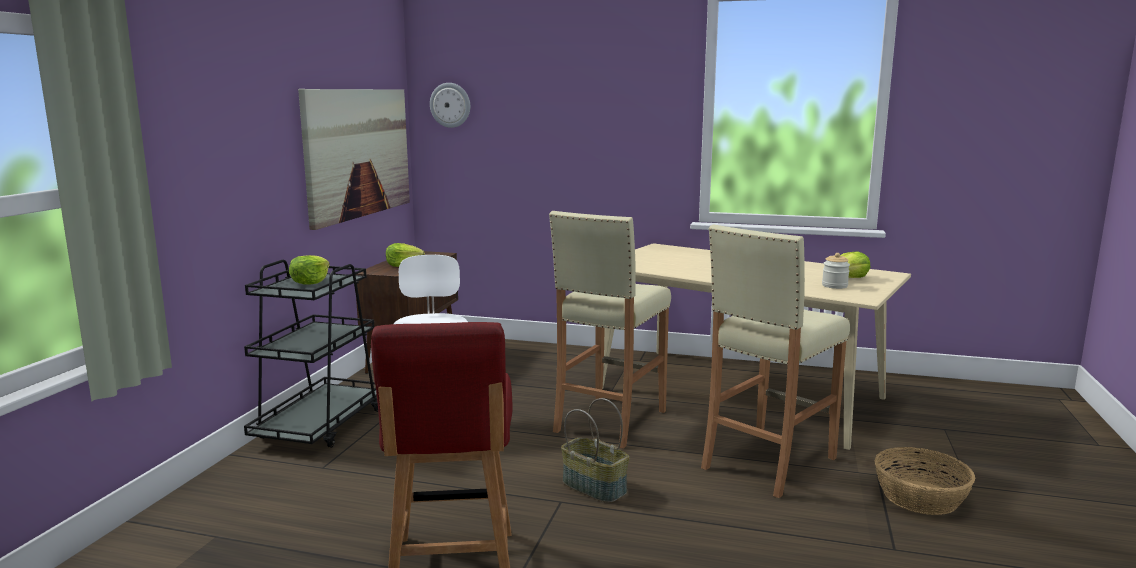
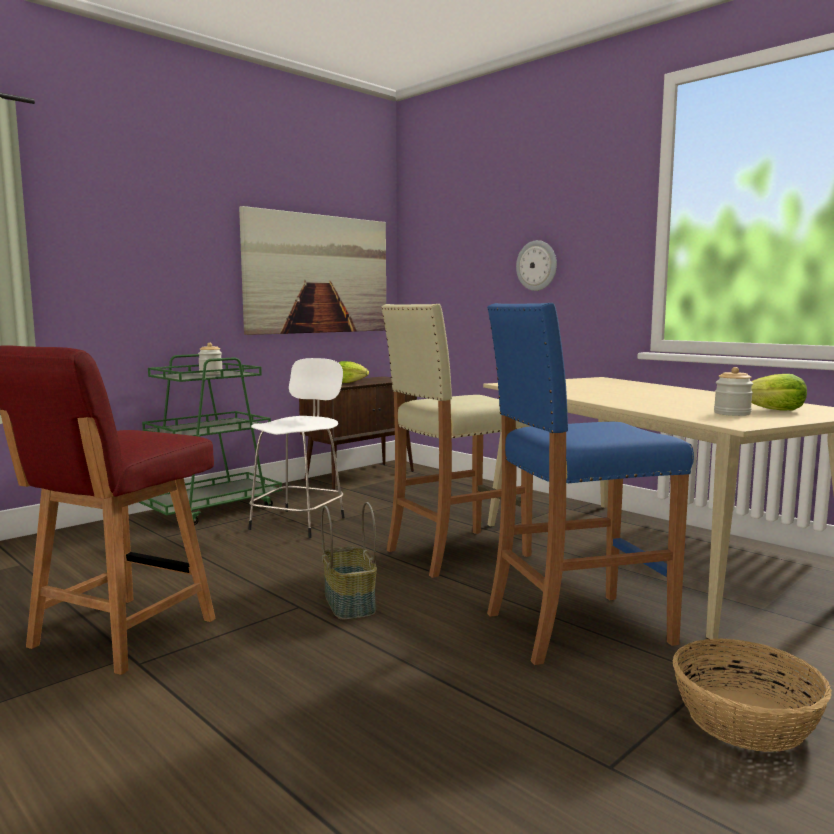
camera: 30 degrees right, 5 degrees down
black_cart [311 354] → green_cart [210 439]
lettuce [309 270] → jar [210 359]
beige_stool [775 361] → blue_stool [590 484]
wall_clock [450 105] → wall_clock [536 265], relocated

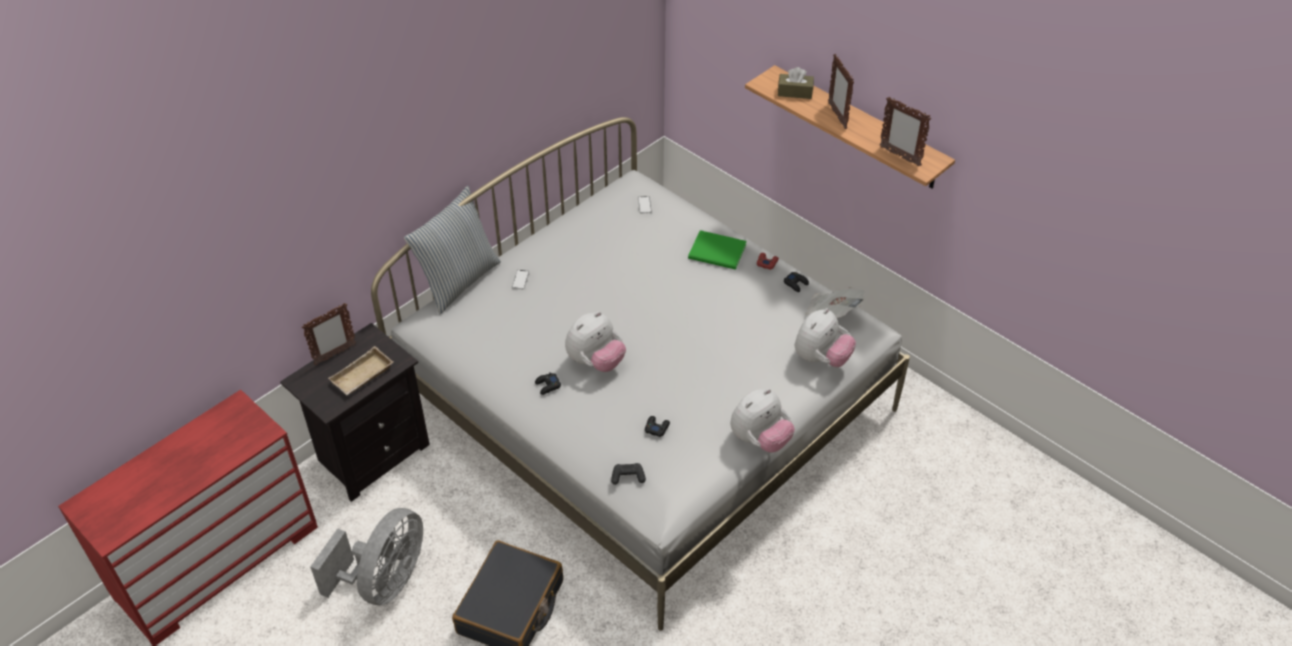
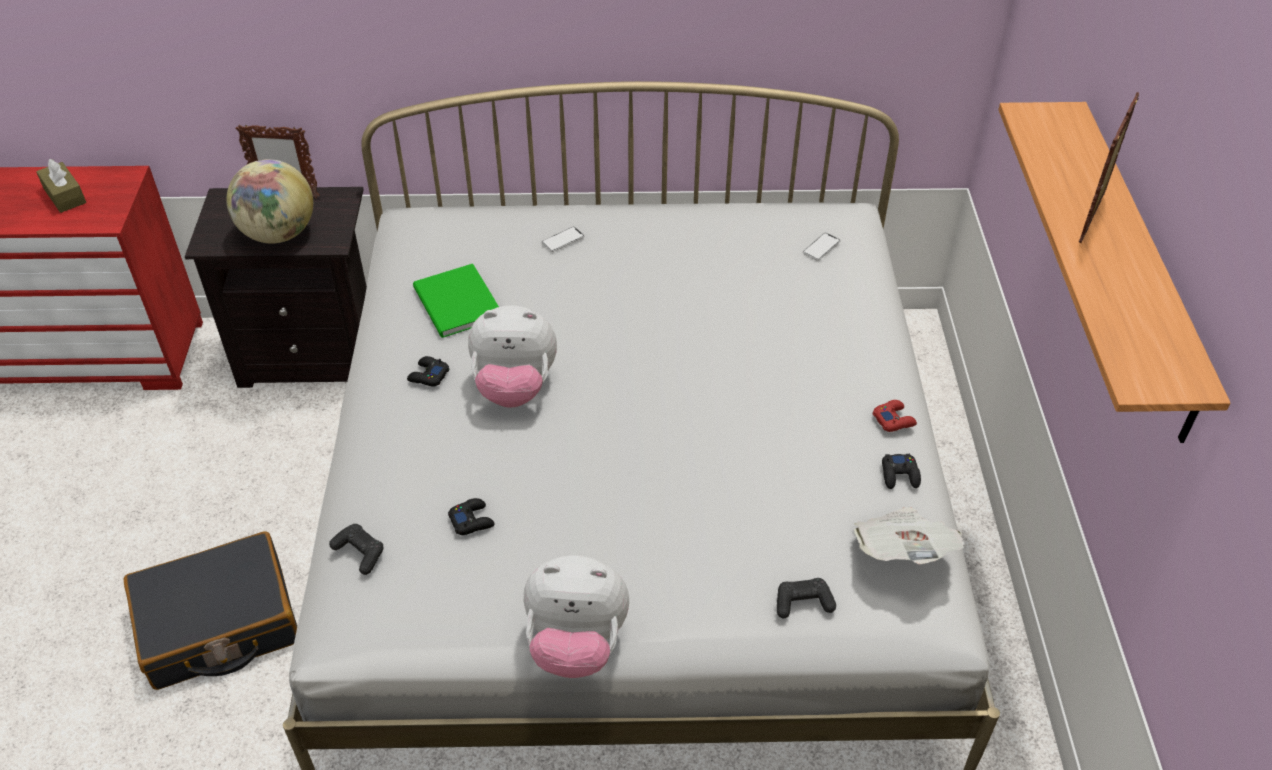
camera: 45 degrees right, 0 degrees up
brown_tissue_box [796 83] → brown_tissue_box [61 186], relocated
beige_tray [360 370] → globe [269 201]
green_book [717 250] → green_book [456 301], relocated
plush_toy [825 337] → black_game_controller [806 598]
grey_fan [366 556] → -
pillow [452 250] → -
picture_frame [905 131] → -

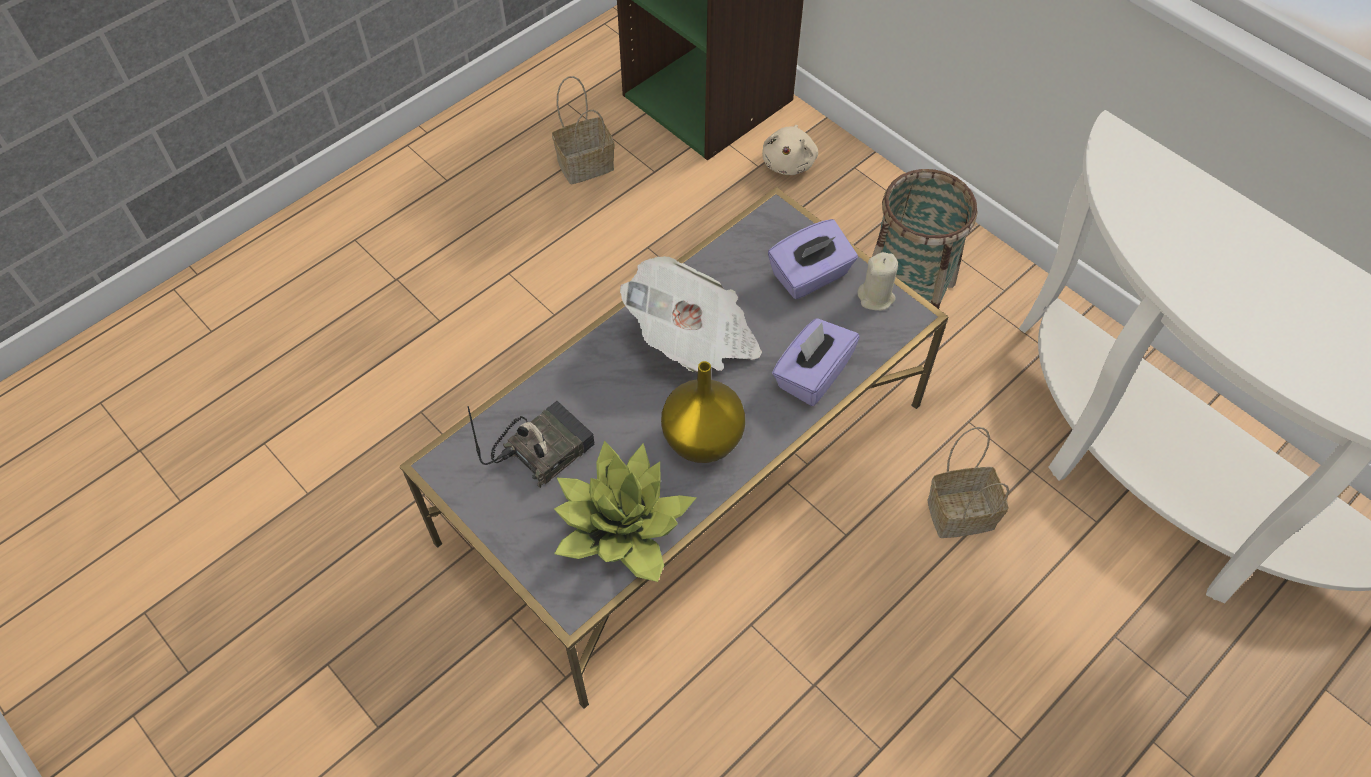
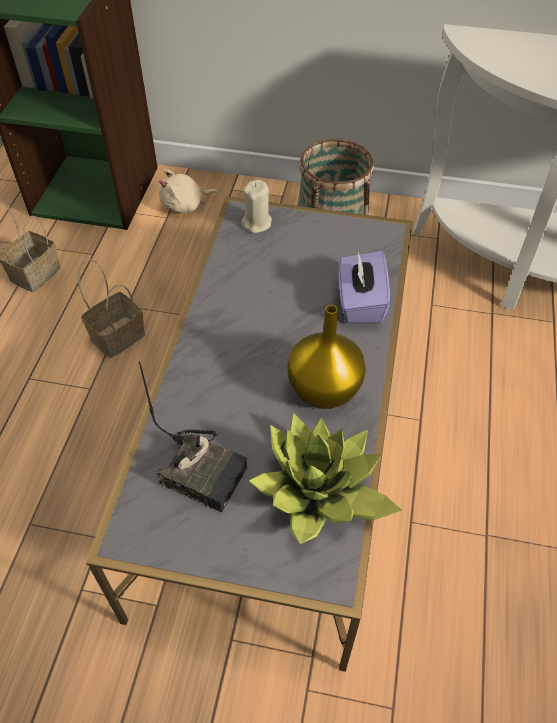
camera: 35 degrees left, 5 degrees down
basket [968 482] → basket [111 308], relocated
radio [531 444] → radio [193 436], 105 degrees clockwise
beige_plush_toy [790 150] → beige_plush_toy [188 191], 90 degrees clockwise
beige_candle [878 281] → beige_candle [256 206], relocated
newspaper [691 314] → -
purple_tissue_box [813 259] → -

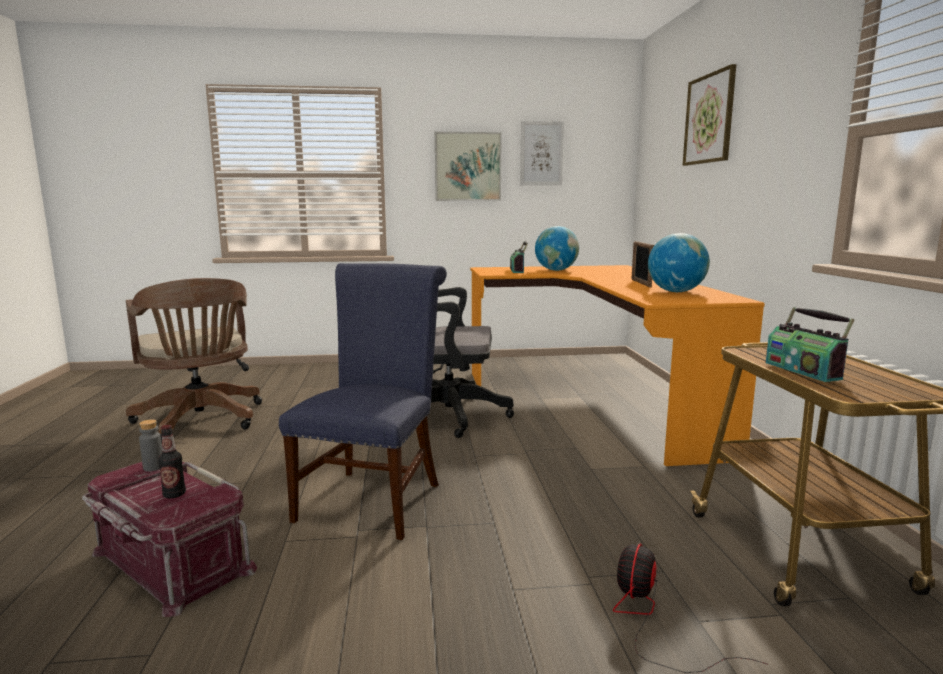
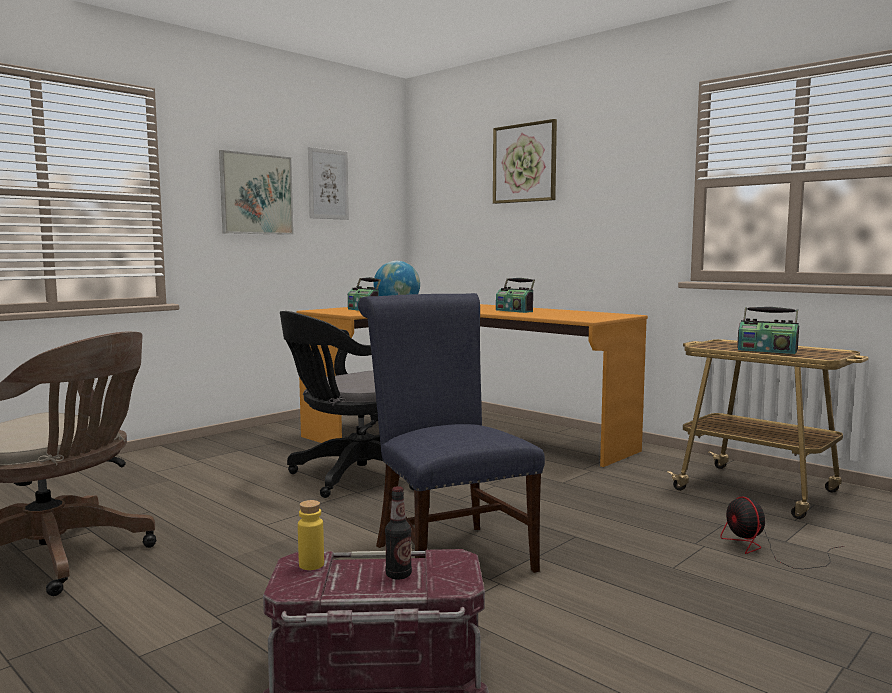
camera: 40 degrees left, 5 degrees down
grey_bottle [150 445] → yellow_bottle [311 535]
picture_frame [643 264] → radio [515 295]
globe [679 262] → -

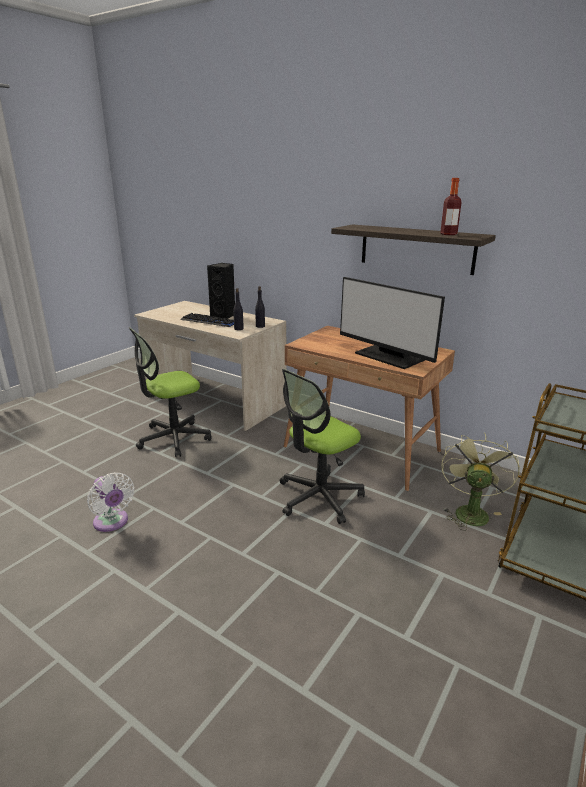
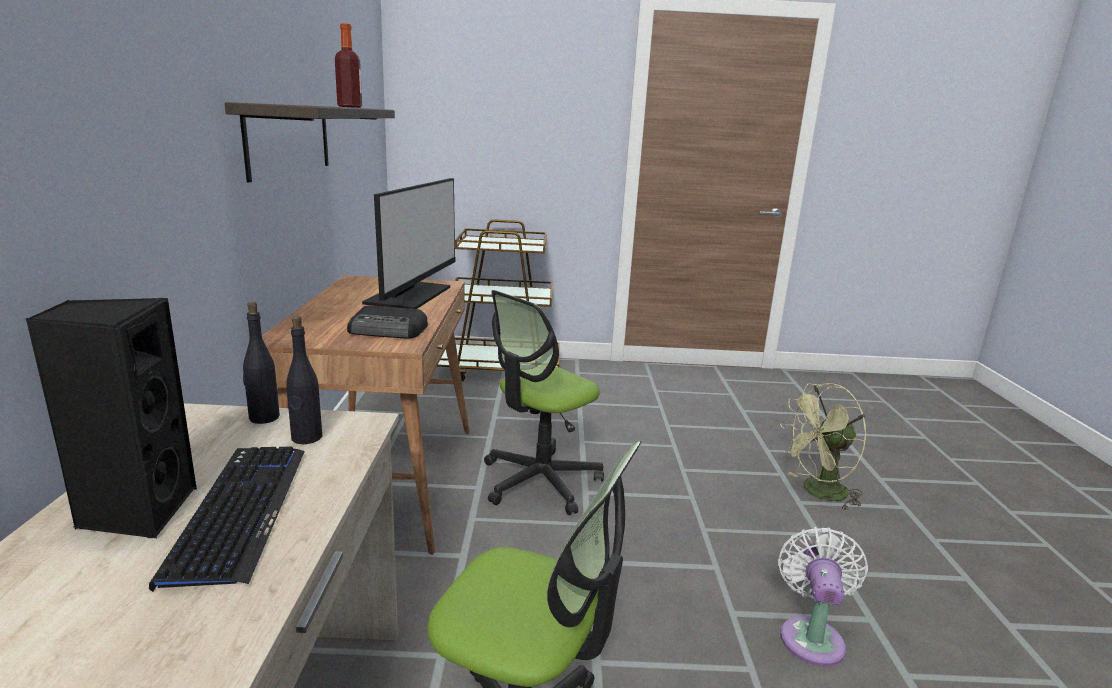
camera: 125 degrees left, 5 degrees down
- → radio [387 322]
office_chair [322 446] → office_chair [544 402], 120 degrees clockwise
green_fan [480 482] → green_fan [823 447], relocated

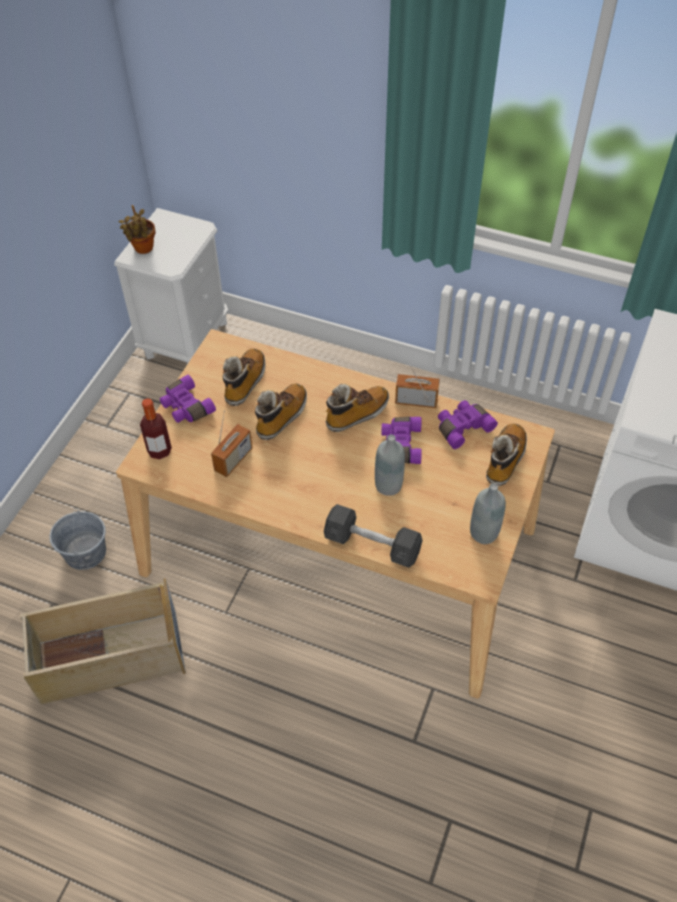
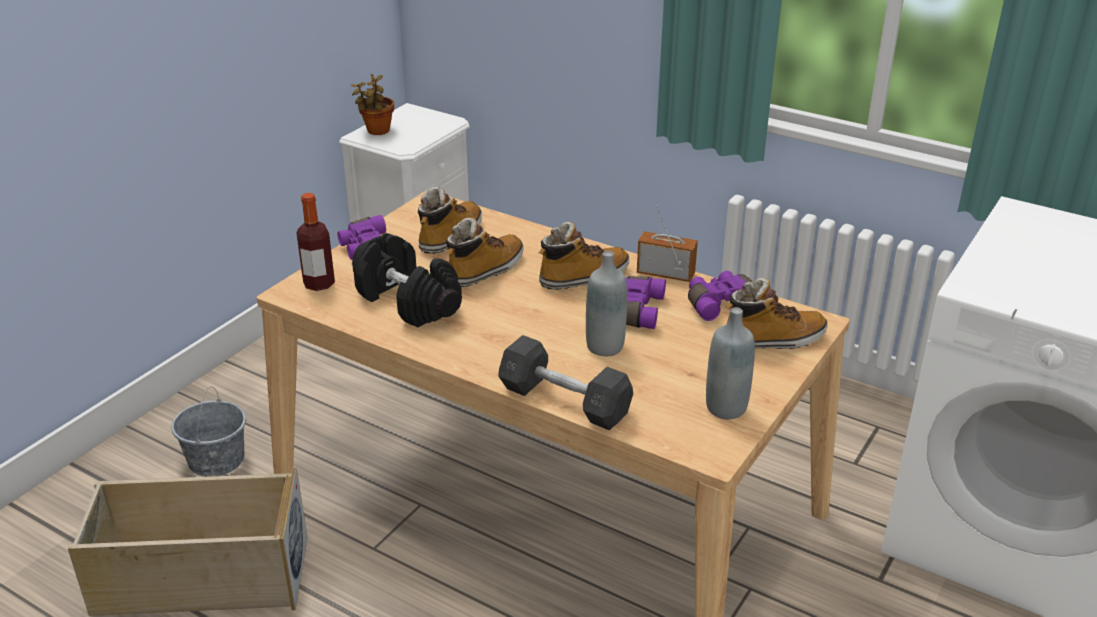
camera: 10 degrees right, 20 degrees down
radio [231 443] → black_dumbbell [407 280]
boot [506 454] → boot [776 313], 45 degrees clockwise

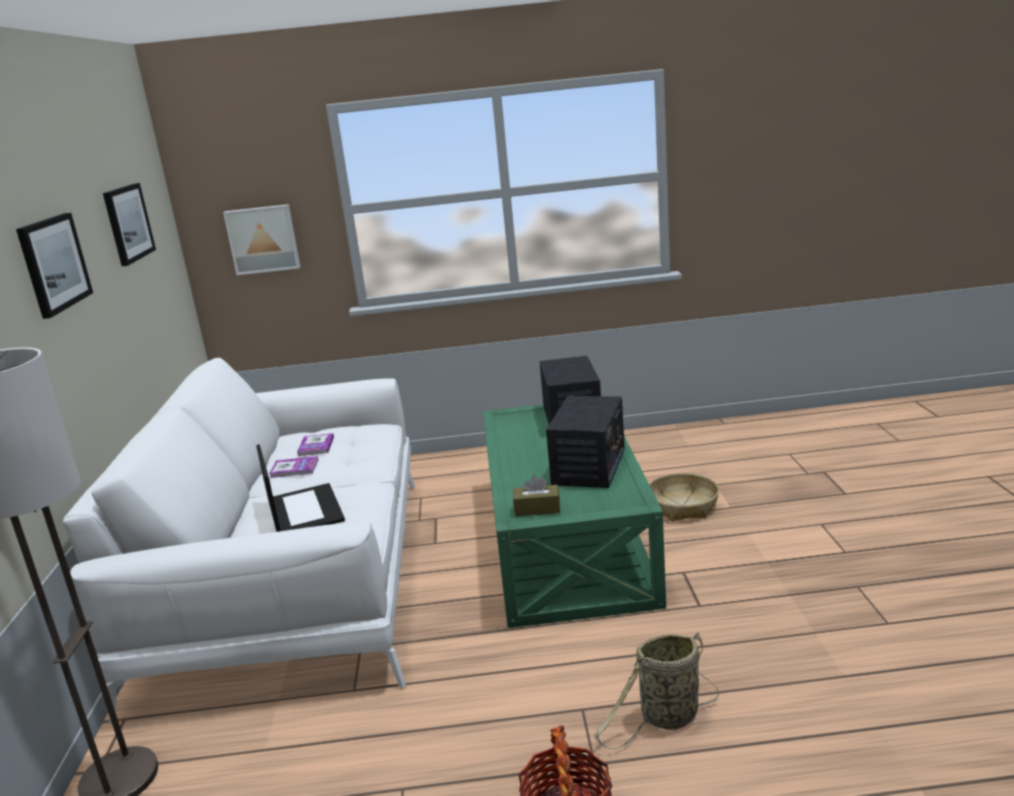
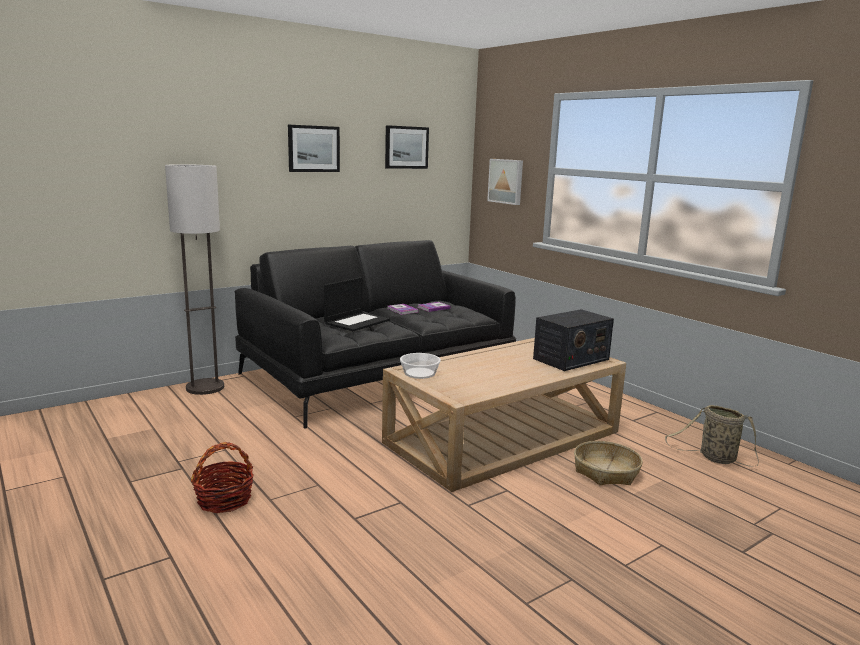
camera: 55 degrees right, 5 degrees down
white_sofa [239 541] → black_sofa [375 334]
green_coffee_table [574 516] → beige_coffee_table [504 415]
brown_tissue_box [536 496] → bowl [420 366]
basket [656 691] → basket [712 436], relocated
radio [585 442] → -

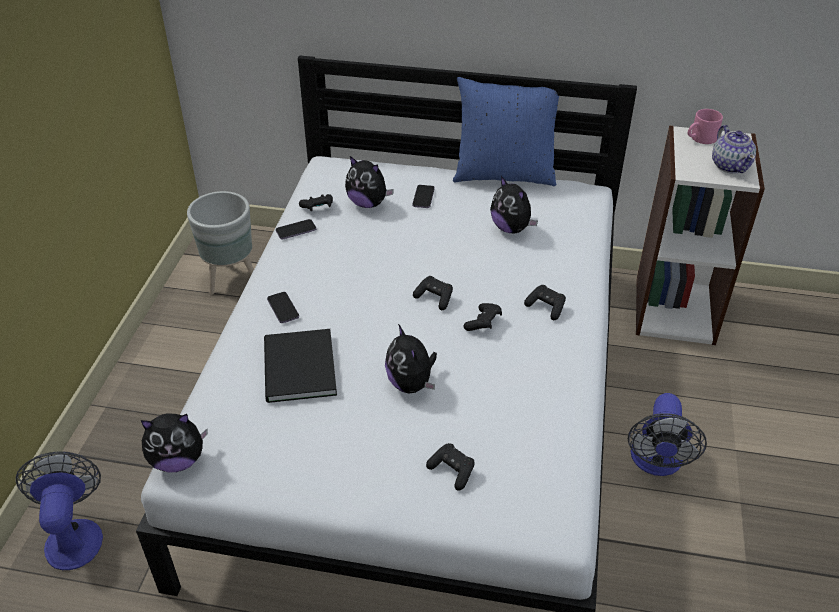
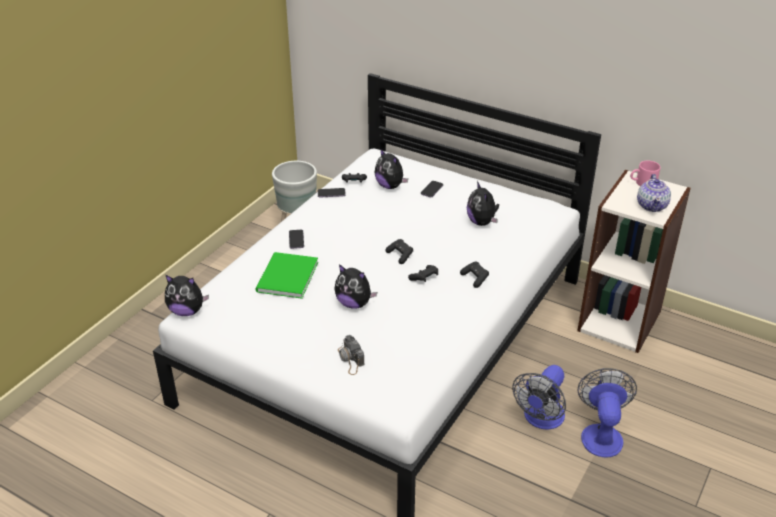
camera: 20 degrees right, 5 degrees down
black_book [300 366] → green_book [287 275]
plush_toy [411 358] → plush_toy [355 286], 60 degrees counterclockwise
black_game_controller [450 467] → photo_camera [351 355]
fan [59 510] → fan [607 413], relocated
blue_pillow [506 131] → -

